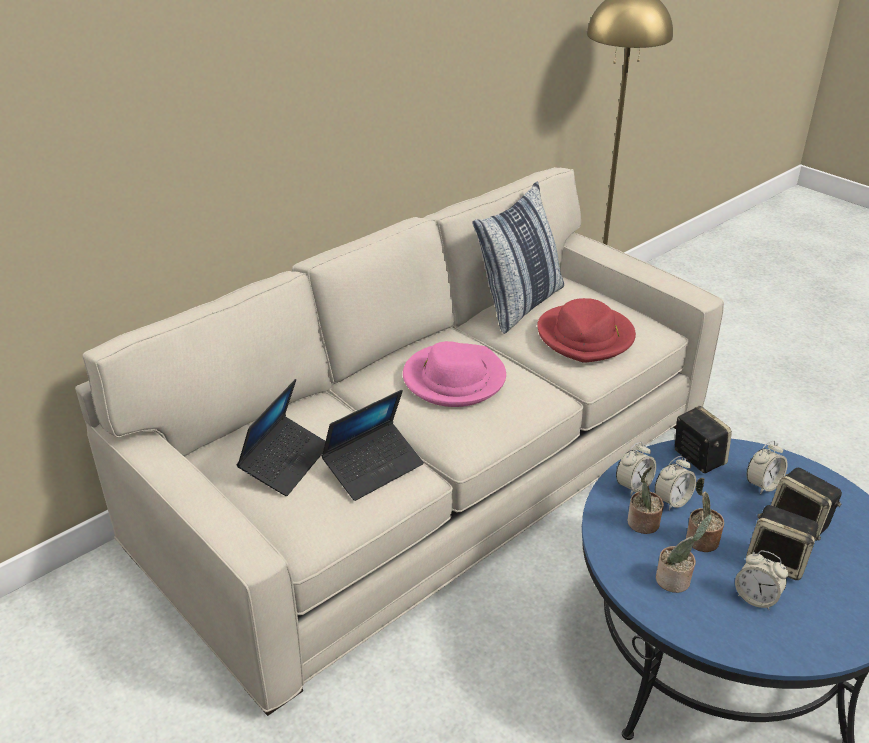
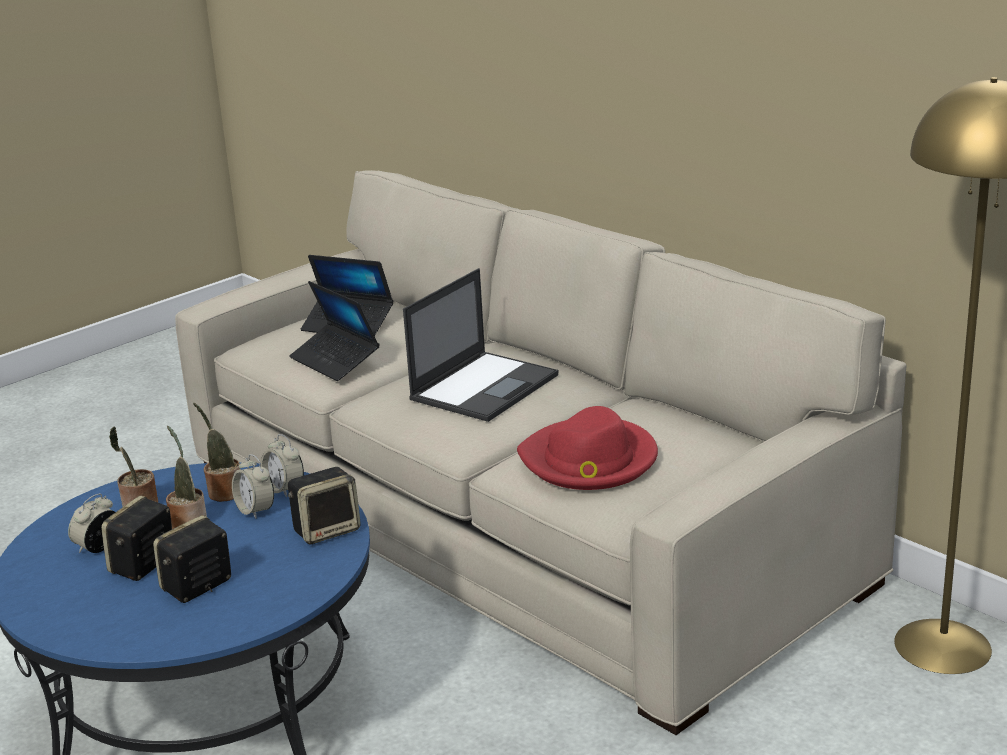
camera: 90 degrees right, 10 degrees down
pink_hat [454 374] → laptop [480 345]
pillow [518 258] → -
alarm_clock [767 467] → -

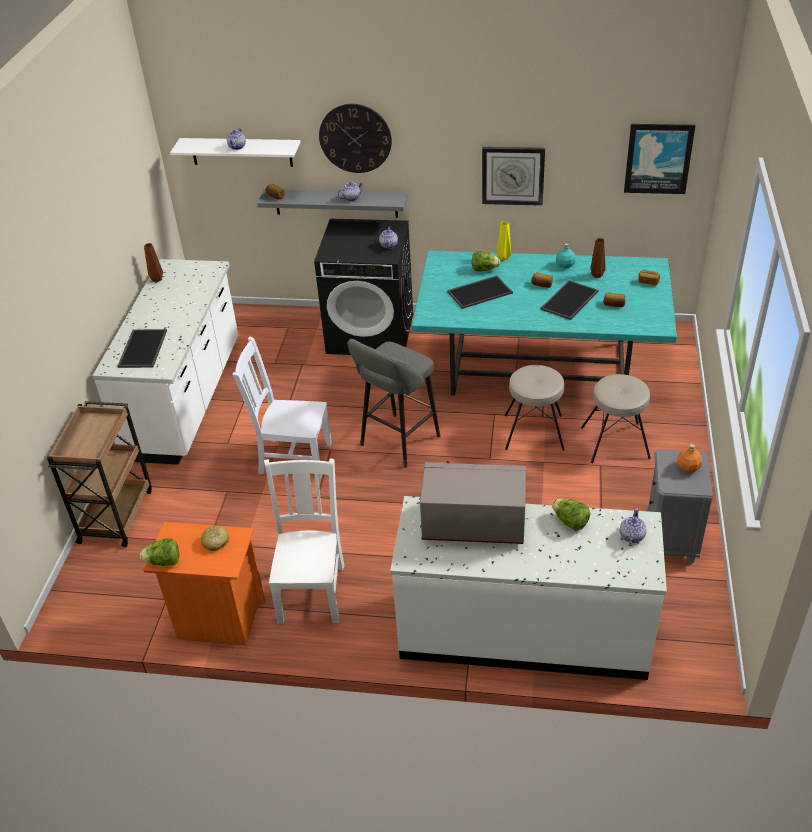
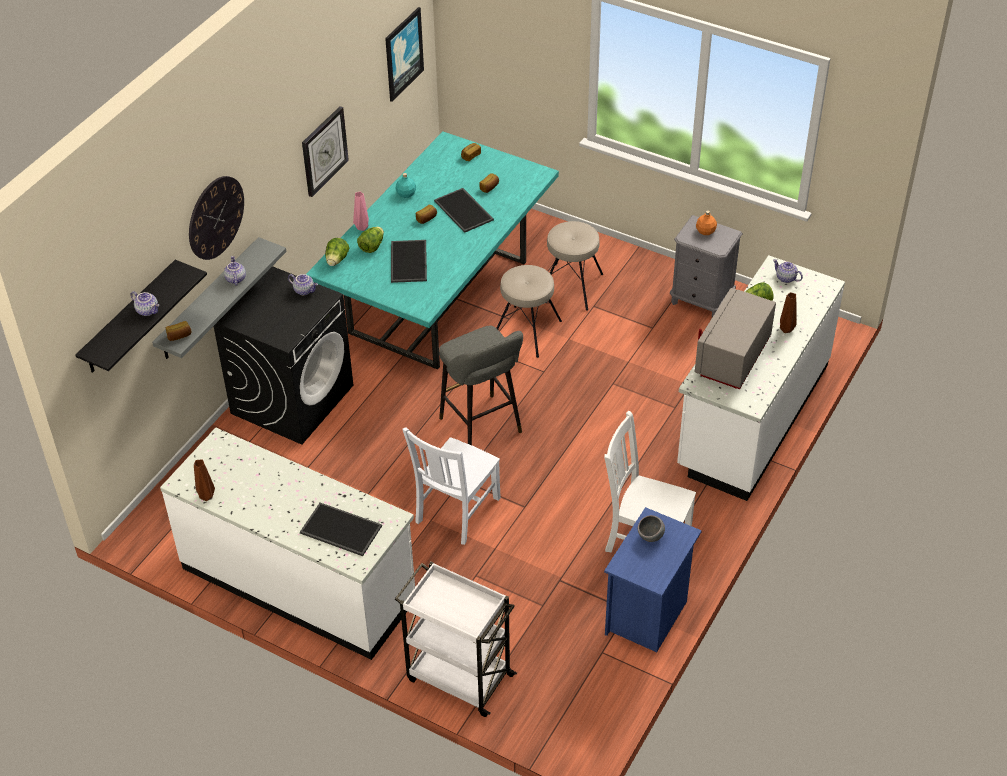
camera: 70 degrees left, 5 degrees up
white_shelf [235 152] → black_shelf [141 316]
lettuce [159 552] → lettuce [337 252], relocated
yellow_vase [504 240] → pink_vase [361 211]
brown_cart [99 474] → white_cart [456 639]
orange_nightstand [204 583] → blue_nightstand [653 579]
bread [215 538] → grey_bowl [651 528]
brown_vase [598 258] → brown_vase [788 312], relocated

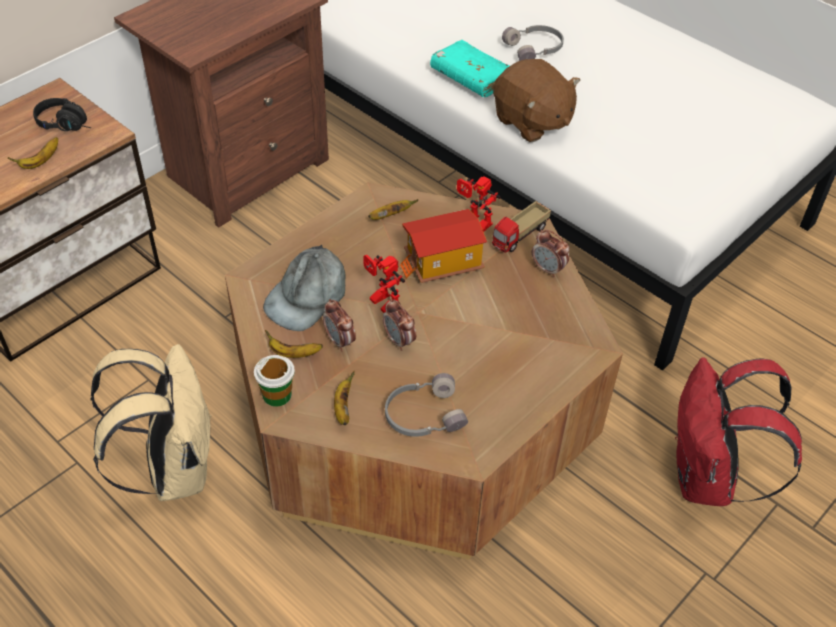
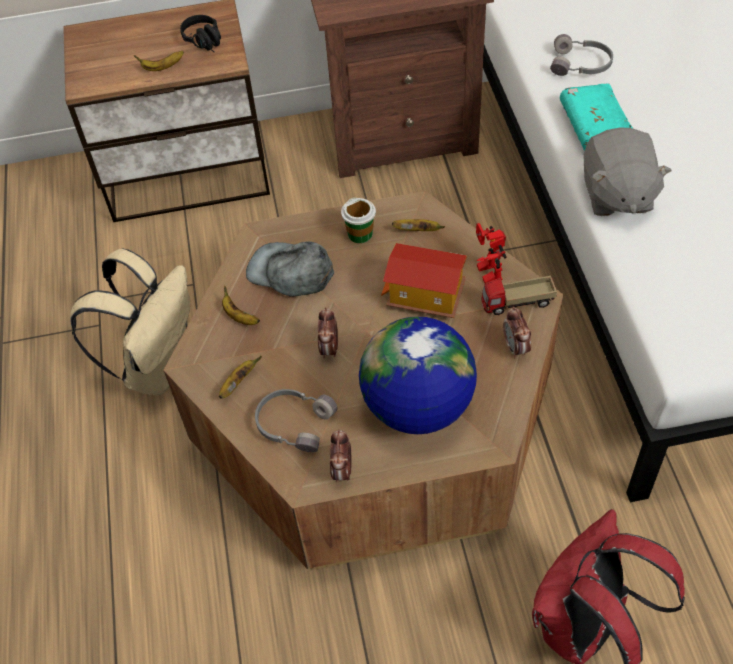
camera: 40 degrees right, 5 degrees up
grey_cap [304 288] → grey_cap [290 269], 45 degrees clockwise
alarm_clock [339 325] → alarm_clock [340 455], relocated
cup [274 381] → cup [358 220], relocated
- → globe [418 375]
grey_headphones [533 43] → grey_headphones [581 55], relocated
brown_plush_toy [536 100] → grey_plush_toy [627 171]
toy_robot [384 284] → -

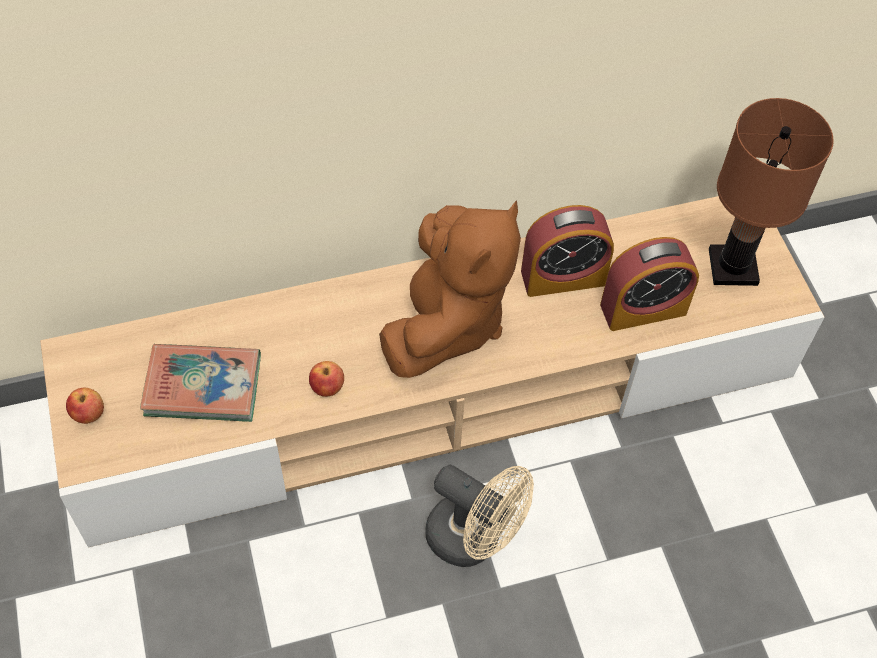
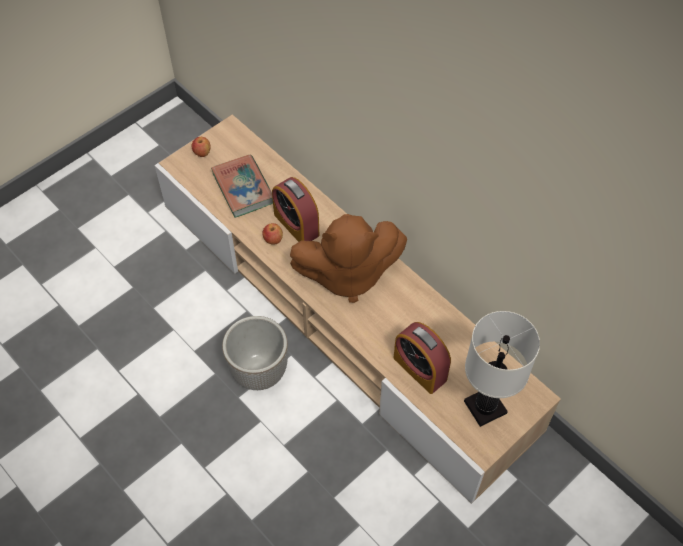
camera: 65 degrees right, 0 degrees up
beige_fan [479 515] → planter [255 353]
alarm_clock [567 251] → alarm_clock [295 209], relocated
brown_table_lamp [771 192] → white_table_lamp [502 369]

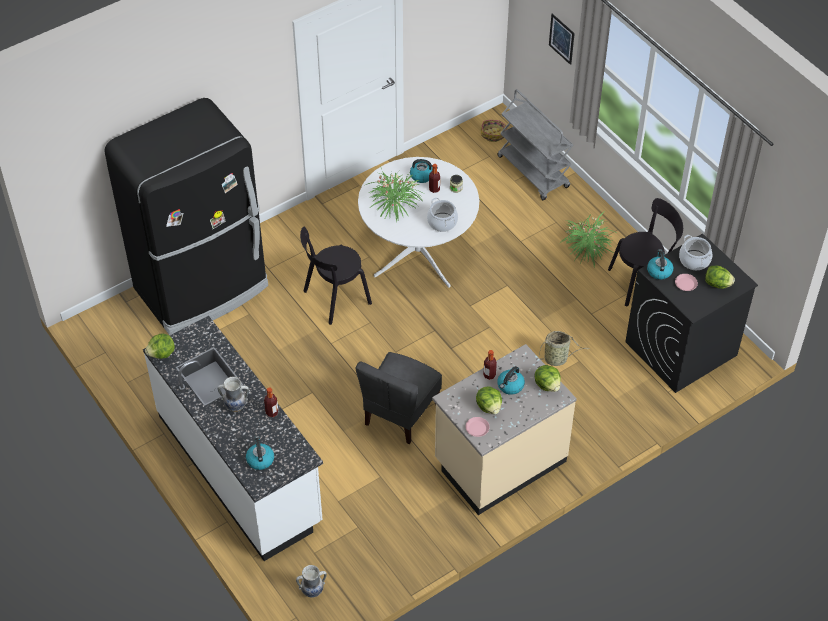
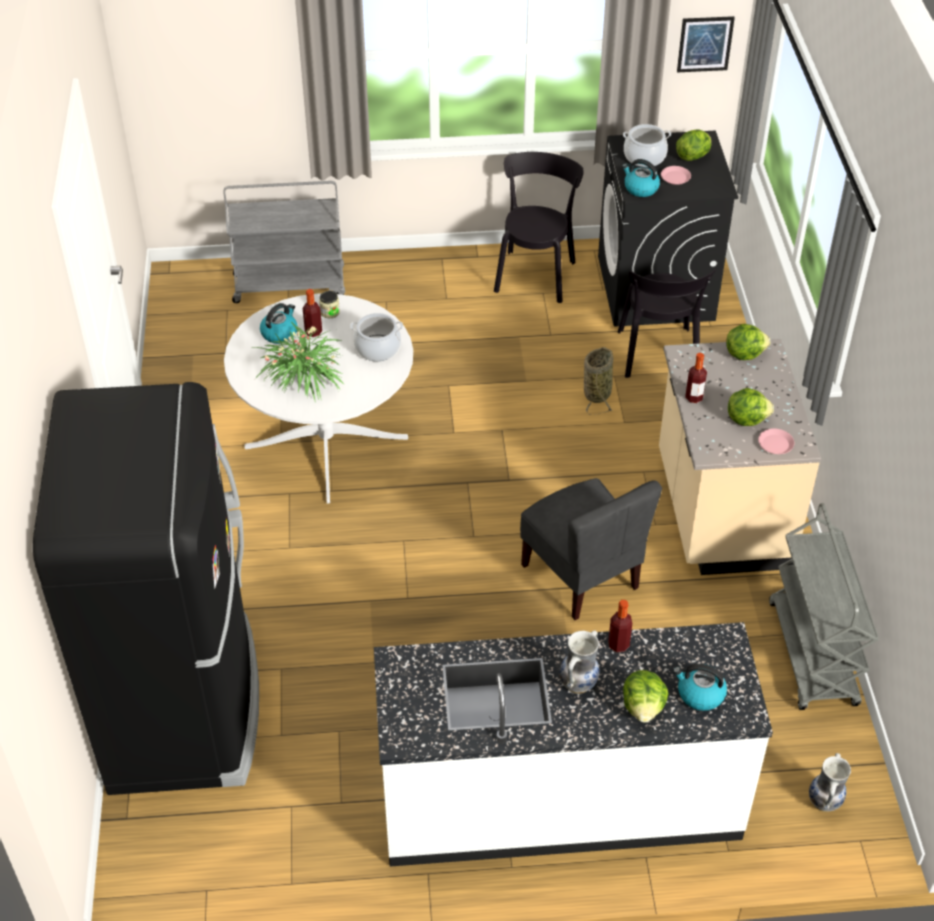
camera: 60 degrees left, 5 degrees down
black_chair [336 276] → black_chair [667 323], relocated
lettuce [160 346] → lettuce [646 696], relocated
picture [562 39] → picture [706 44], relocated
- → grey_cart [824 606]
basket [493 131] → -
kettle [511 380] → -
potted_plant [586 238] → -

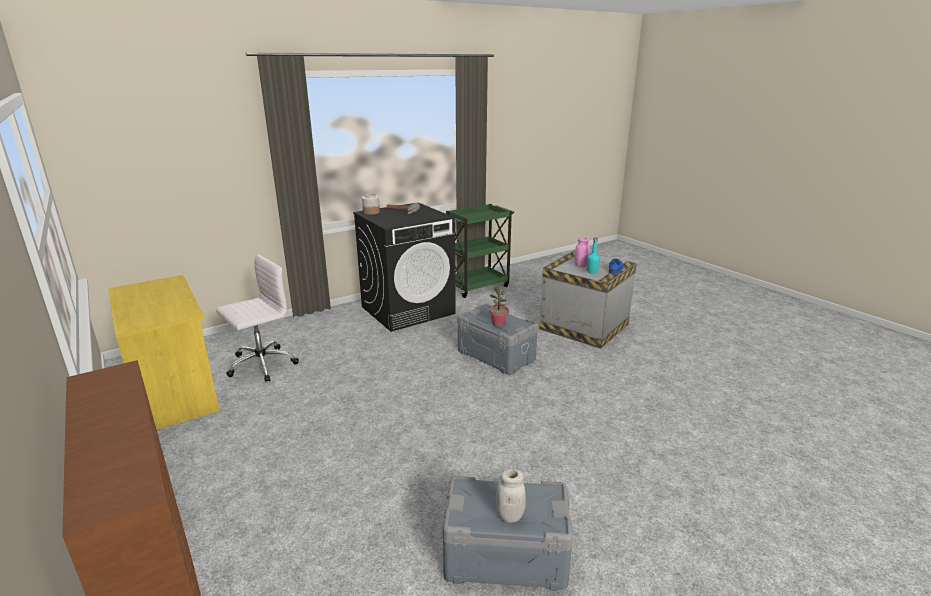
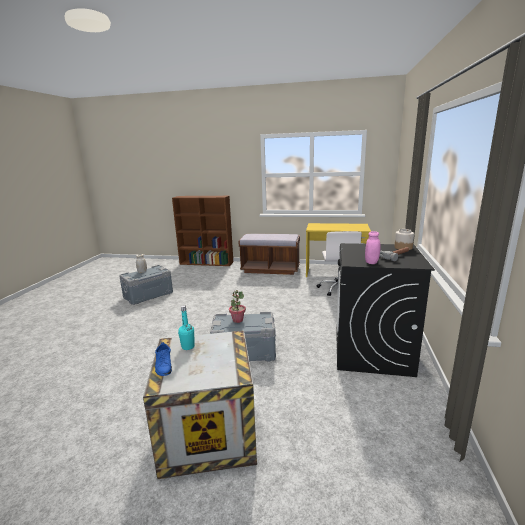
camera: 135 degrees right, 5 degrees down
- → brown_bench [269 254]
pink_jar [582 252] → pink_jar [373 247], relocated
green_cart [480 251] → -

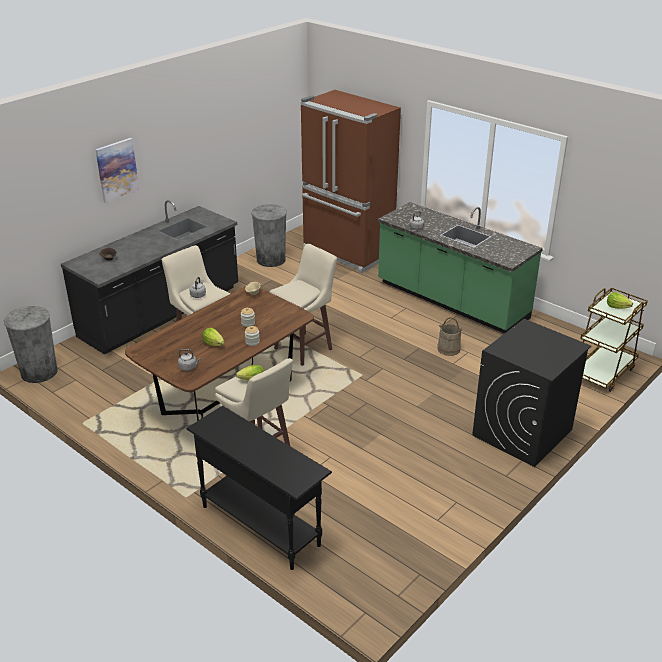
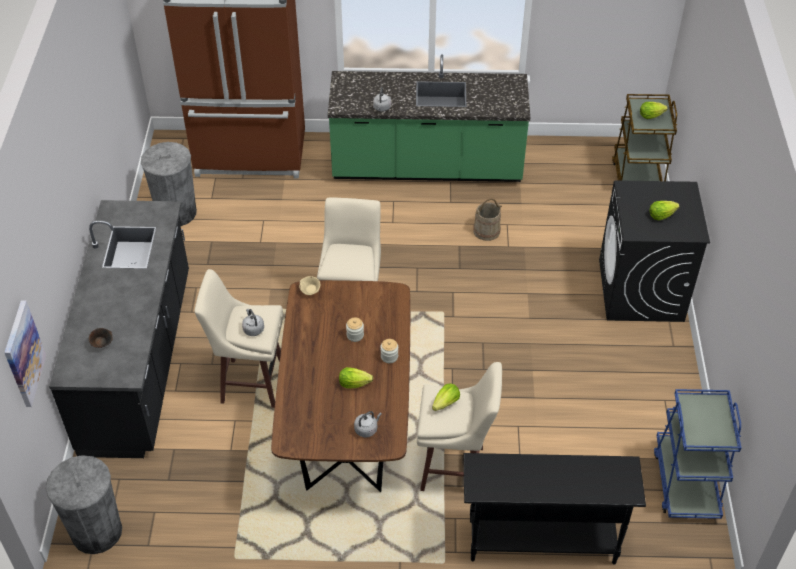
camera: 40 degrees left, 15 degrees up
picture [117 170] → picture [25 353], relocated
- → lettuce [665 210]
- → blue_cart [698 454]

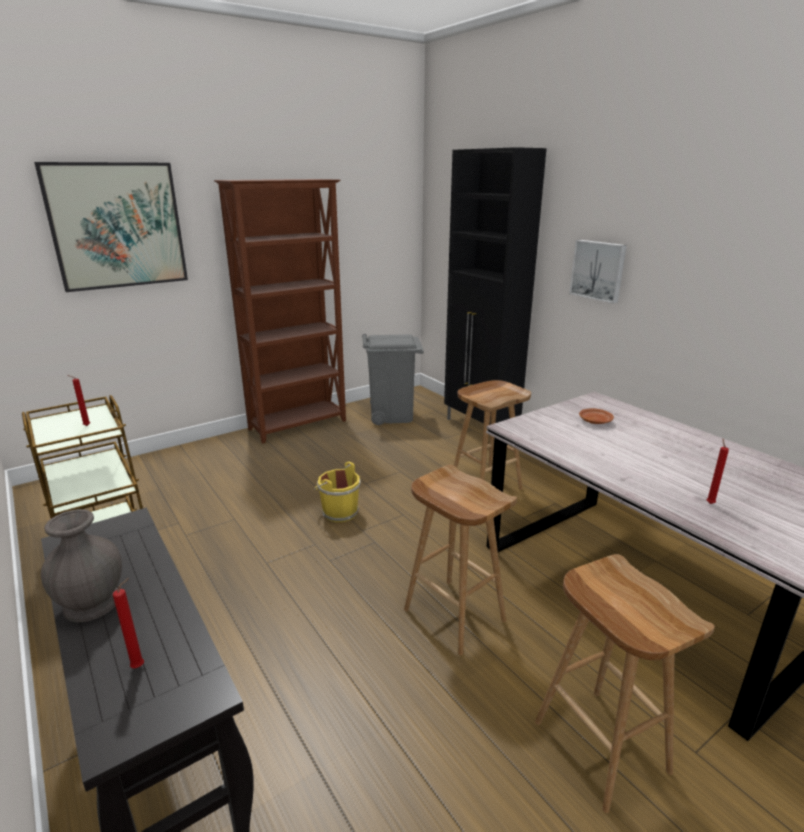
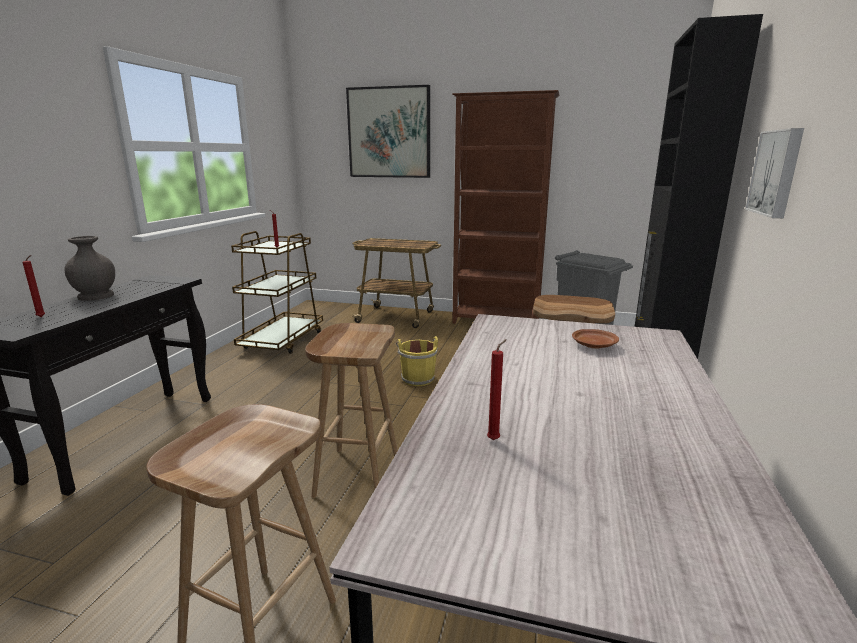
camera: 50 degrees right, 5 degrees down
- → cart [396 283]

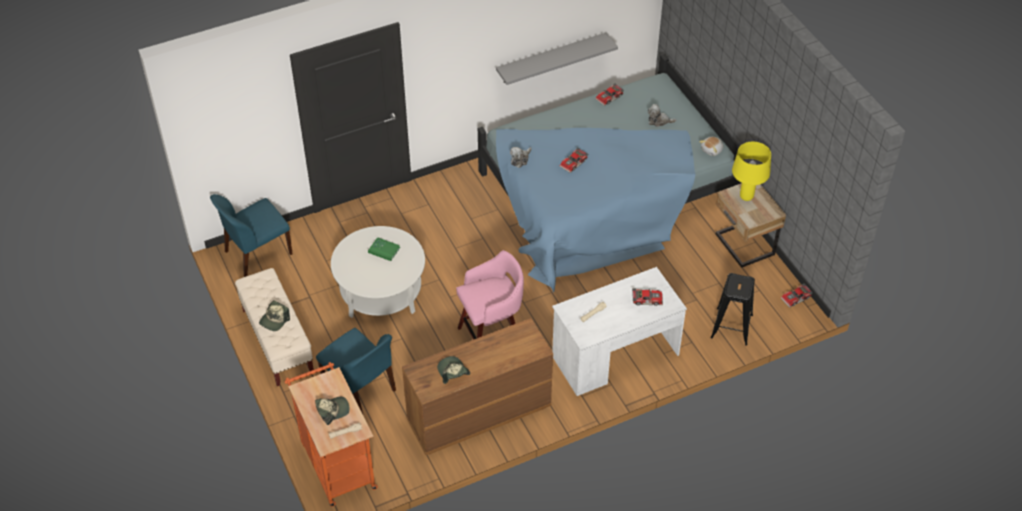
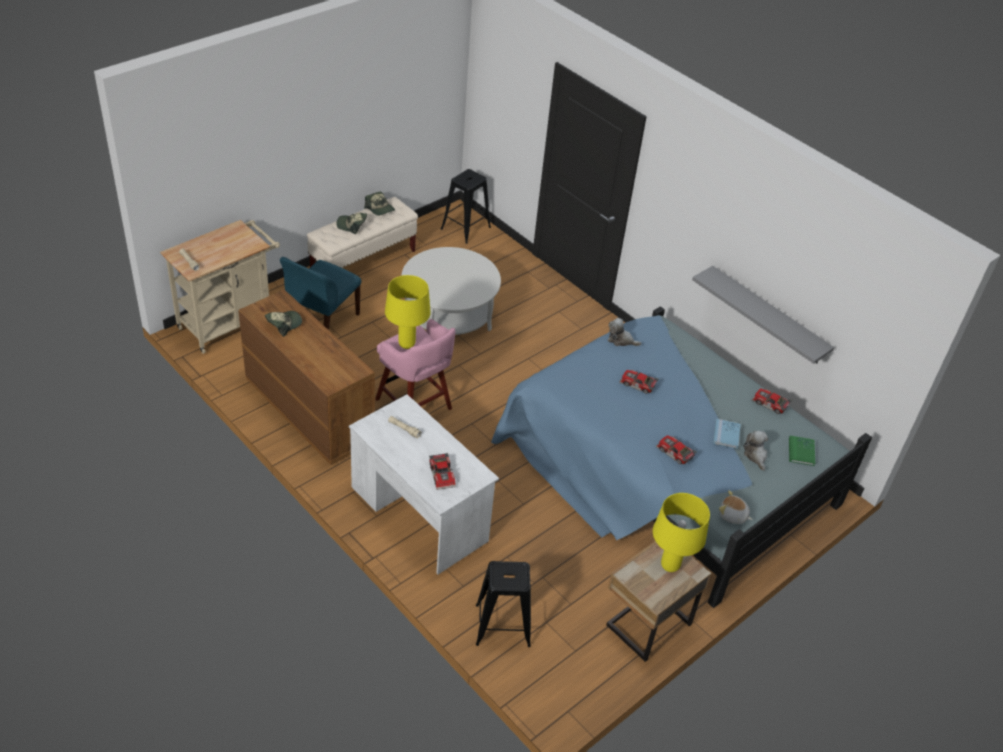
camera: 70 degrees right, 5 degrees down
orange_cart [331 434] → beige_cart [220 287]
cap [332 411] → cap [379 203], relocated
- → yellow_table_lamp [408 312]
blue_chair [251 235] → black_stool [466 206]
toy_car [797 296] → toy_car [676 449], relocated
- → blue_book [727 434]
green_book [384 249] → green_book [802 451], relocated

